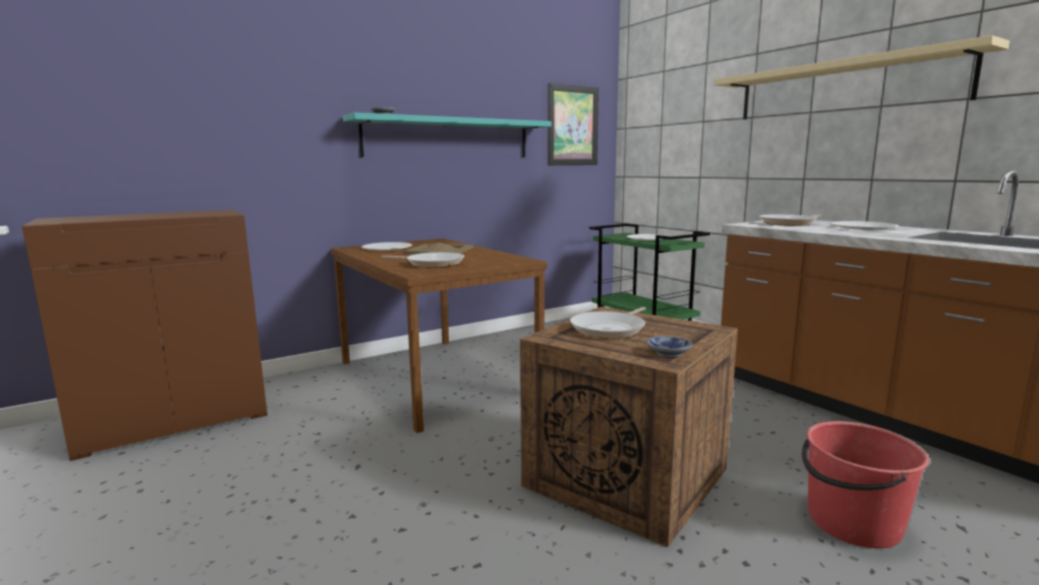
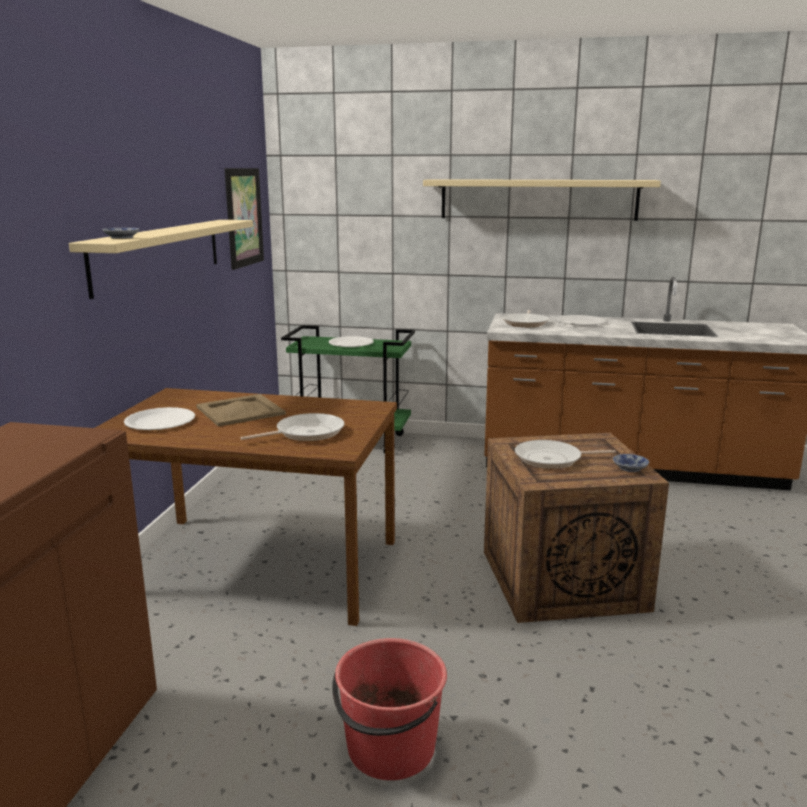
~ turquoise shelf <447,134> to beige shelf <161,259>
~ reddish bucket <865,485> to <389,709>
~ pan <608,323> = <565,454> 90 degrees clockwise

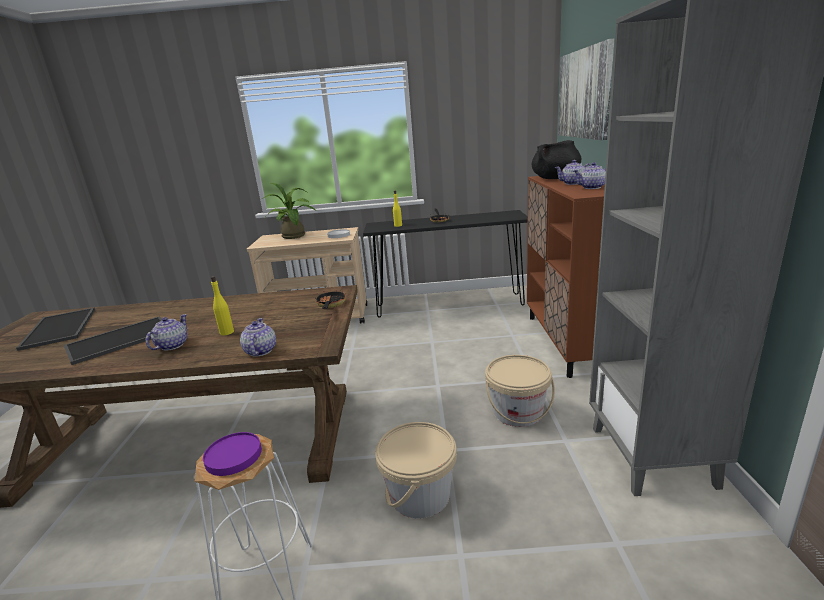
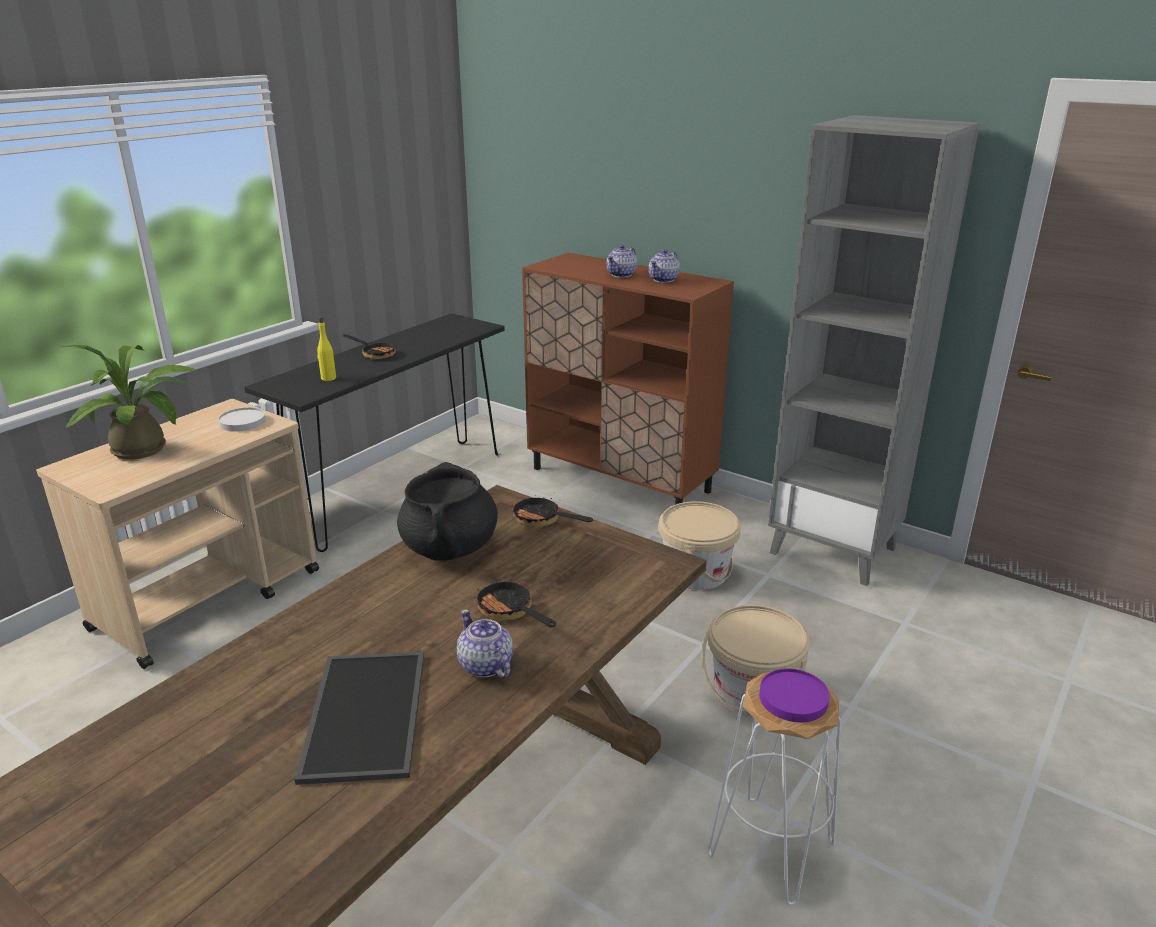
~ black-coloured saucepot <557,159> to <447,511>
~ yellow bottle <222,305> to pan <515,603>
- carrying tray <55,329>
- teapot <258,337>
- wall picture <586,89>

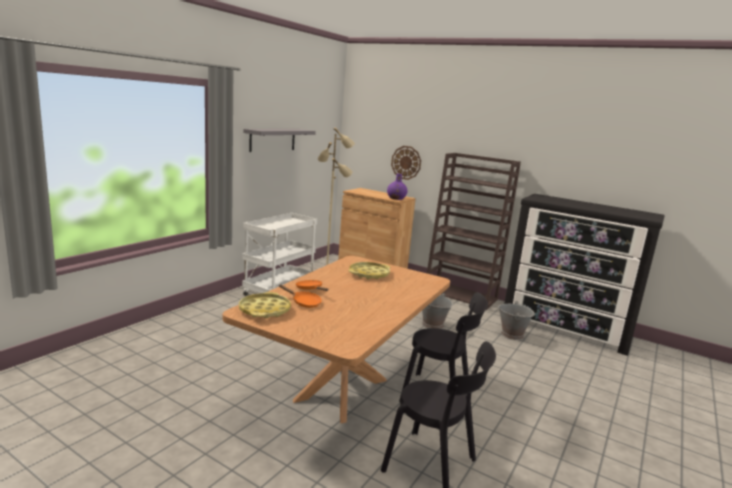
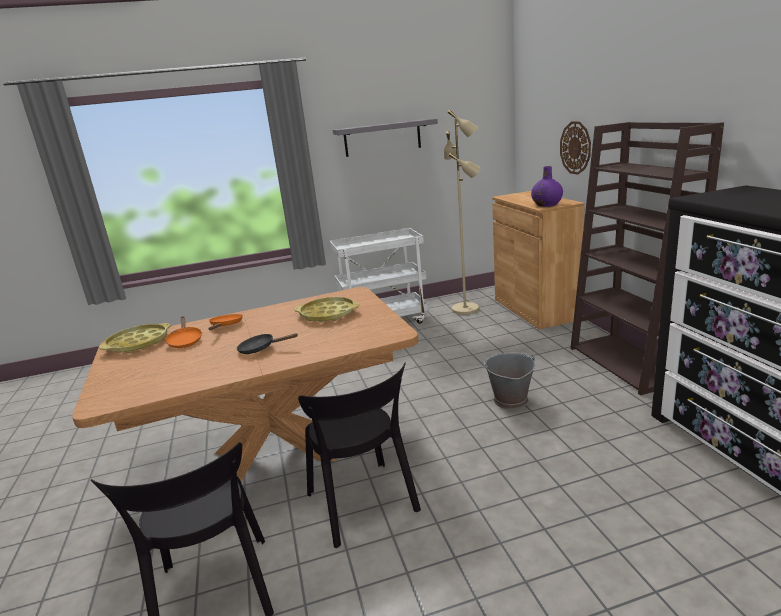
+ black-coloured pan <267,343>
- grey bucket <516,320>

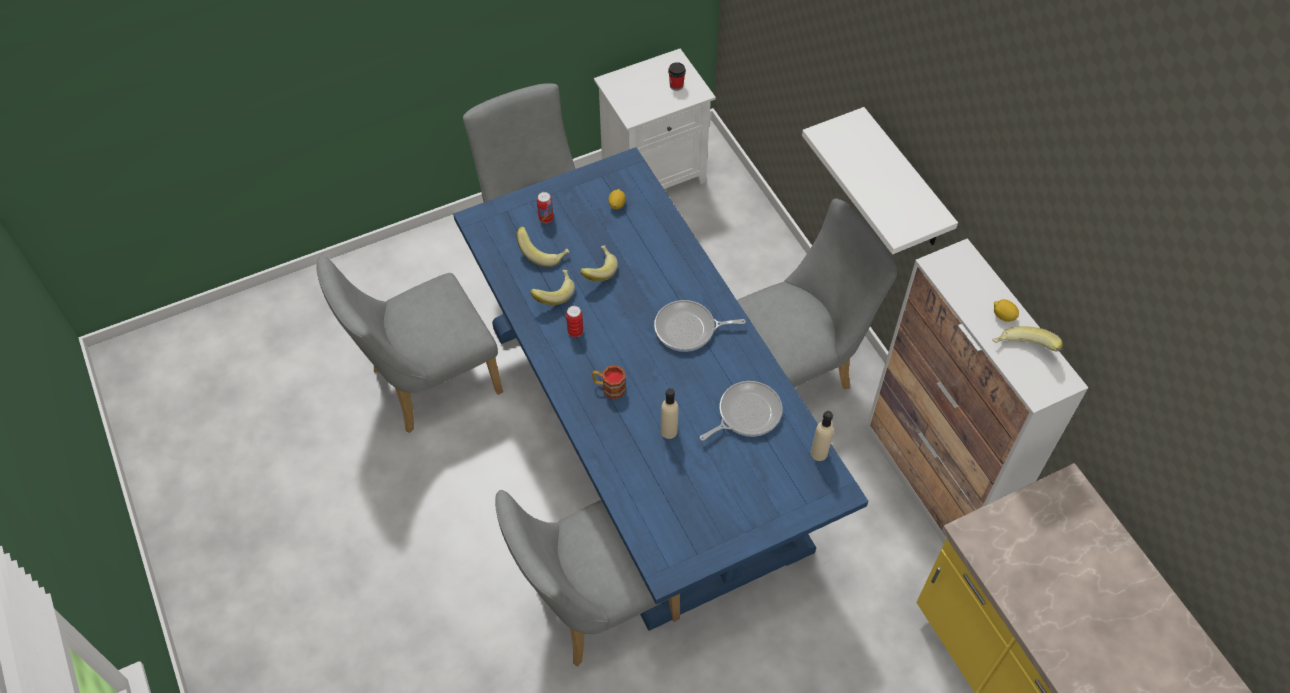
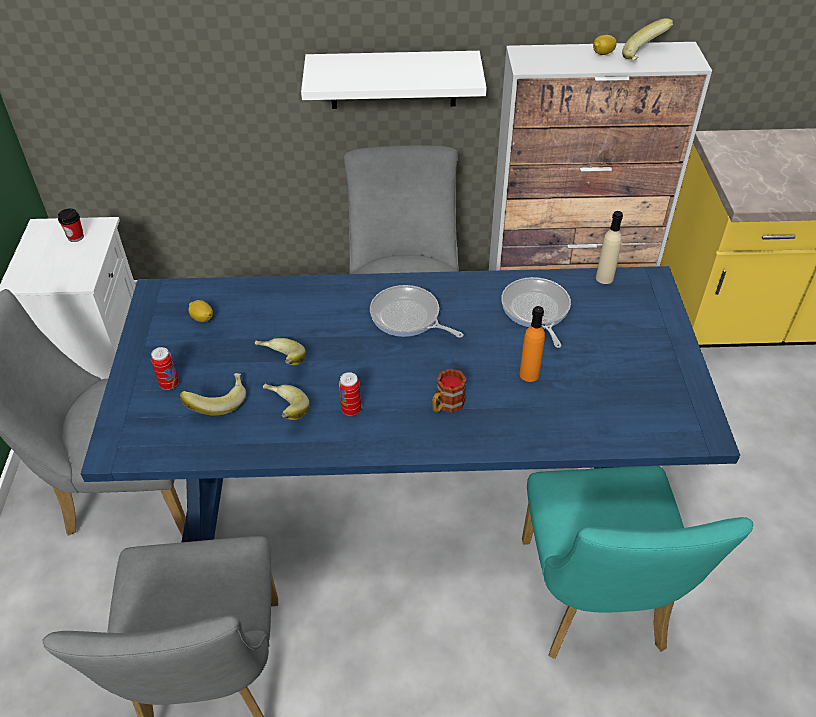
~ pan <700,326> = <417,311> 105 degrees clockwise
~ beige bottle <669,413> to orange bottle <532,344>
~ grey chair <587,578> to turquoise chair <637,562>

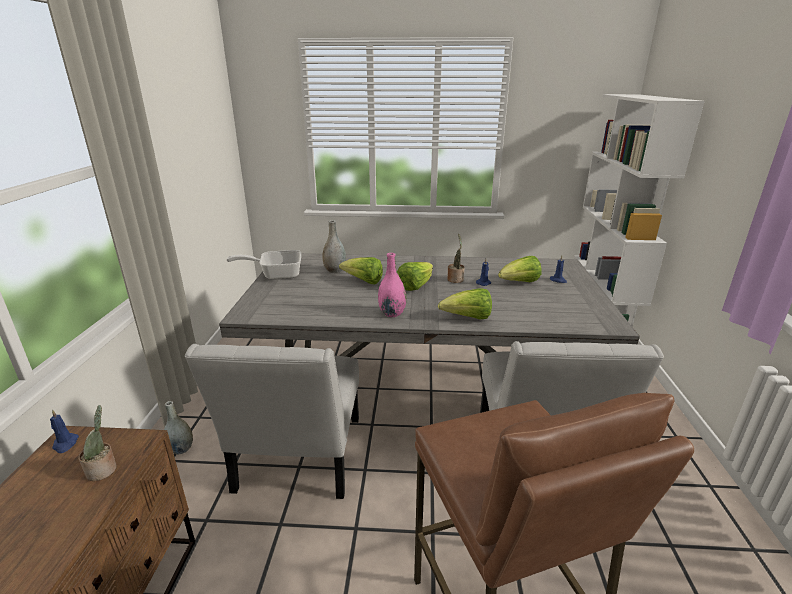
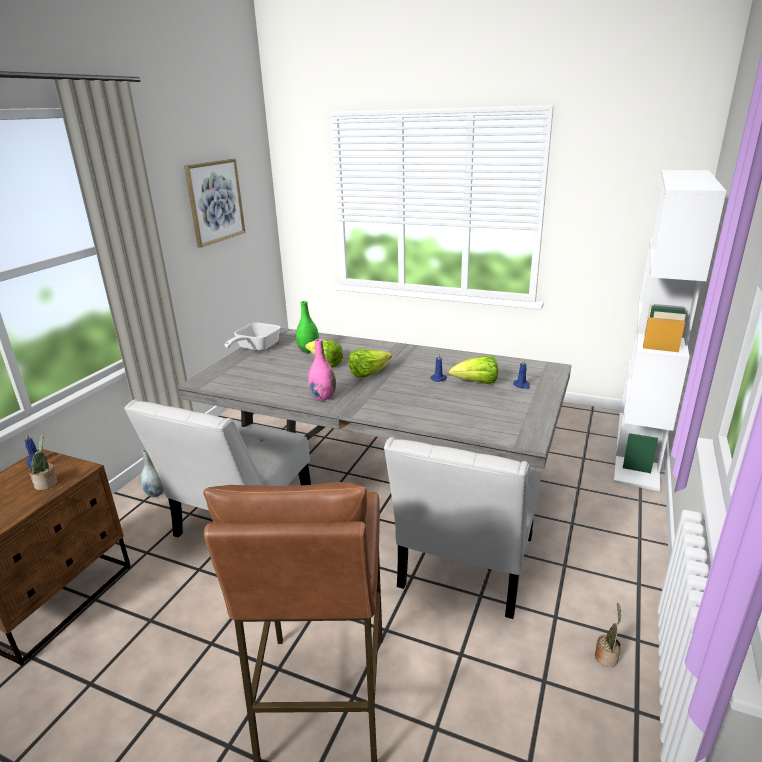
+ wall picture <215,203>
~ pan <263,265> = <252,337> 75 degrees counterclockwise
~ grey vase <334,246> to green vase <307,327>
~ plant in a pot <456,258> to <608,635>
- head of lettuce <465,304>

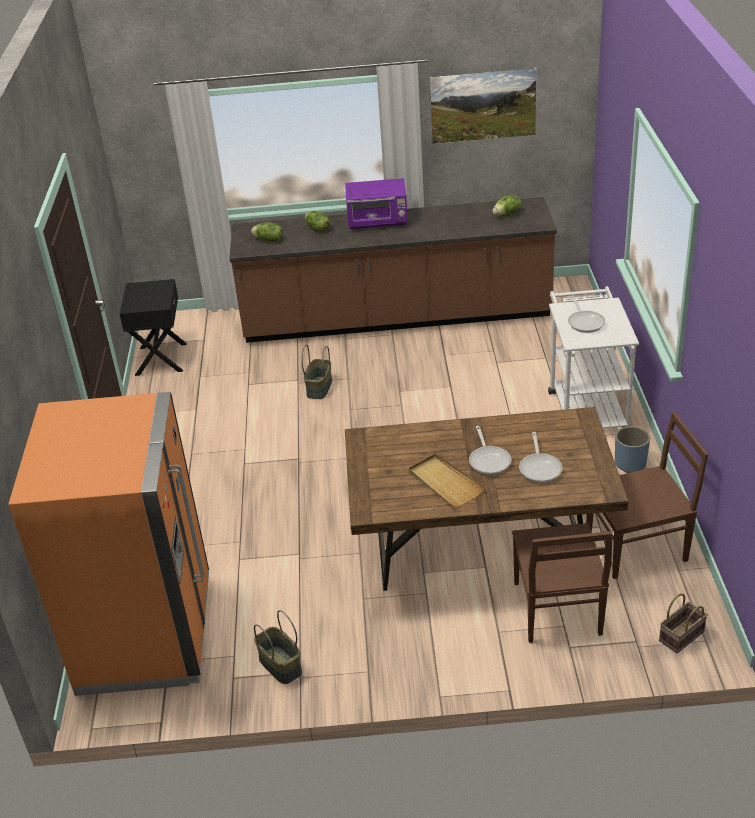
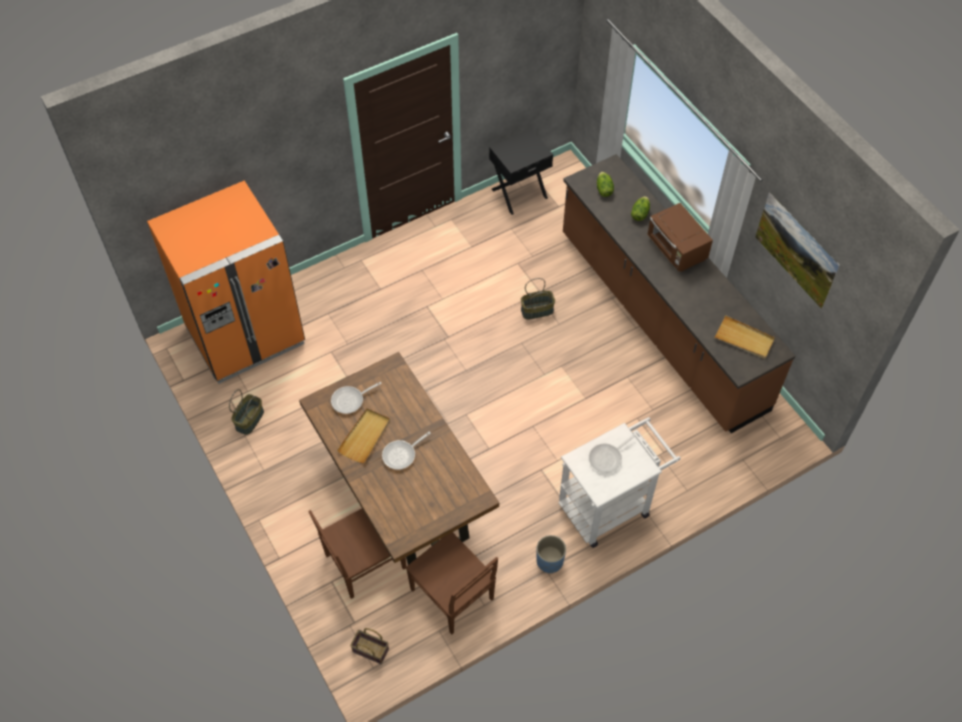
~ pan <540,457> to <356,398>
~ purple-coloured microwave oven <376,203> to brownish microwave oven <680,237>
~ head of lettuce <507,205> to beige carrying tray <744,337>

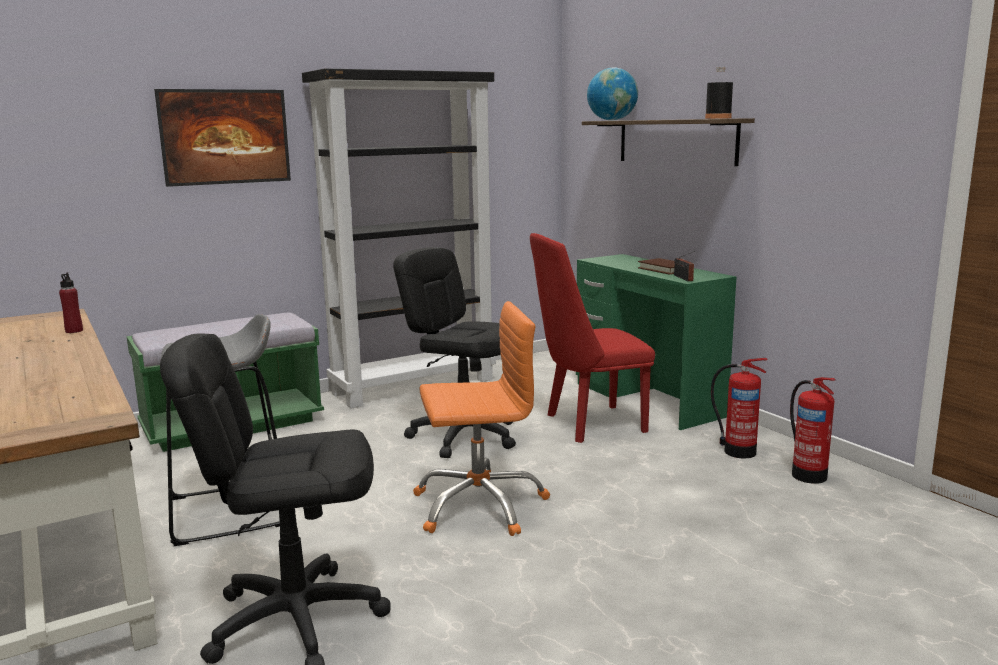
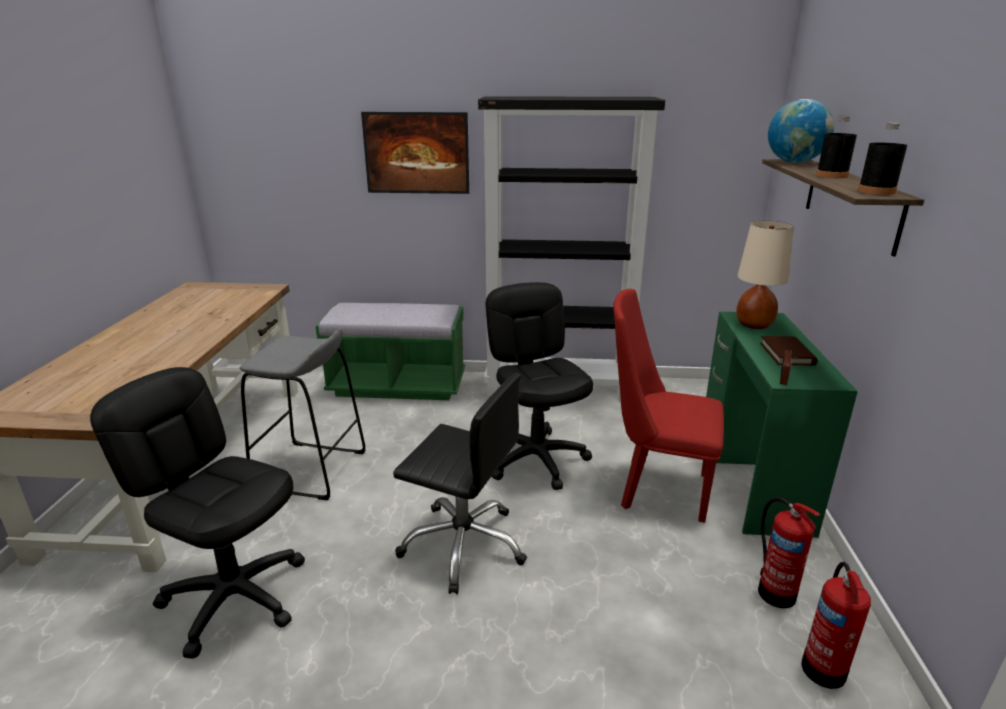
~ orange office chair <481,418> to black-coloured office chair <460,483>
+ beige tabletop lamp <765,274>
+ black-coloured bottle <836,147>
- reddish bottle <71,303>

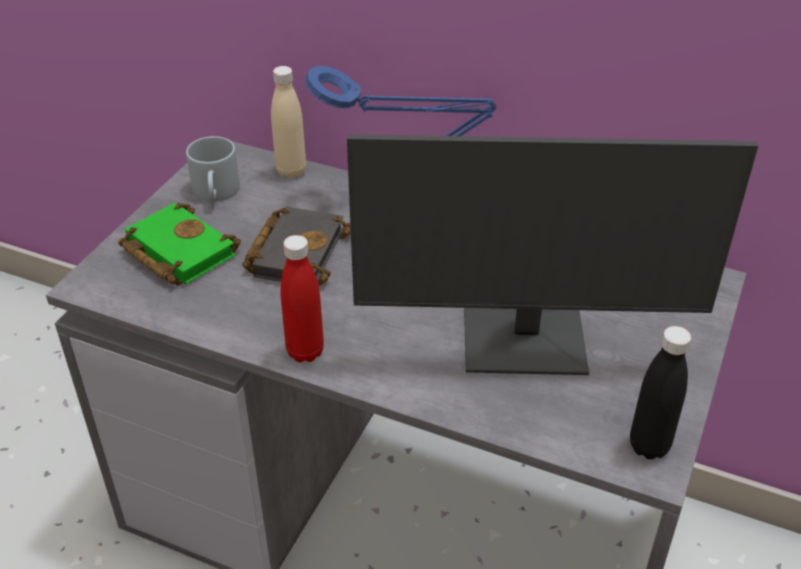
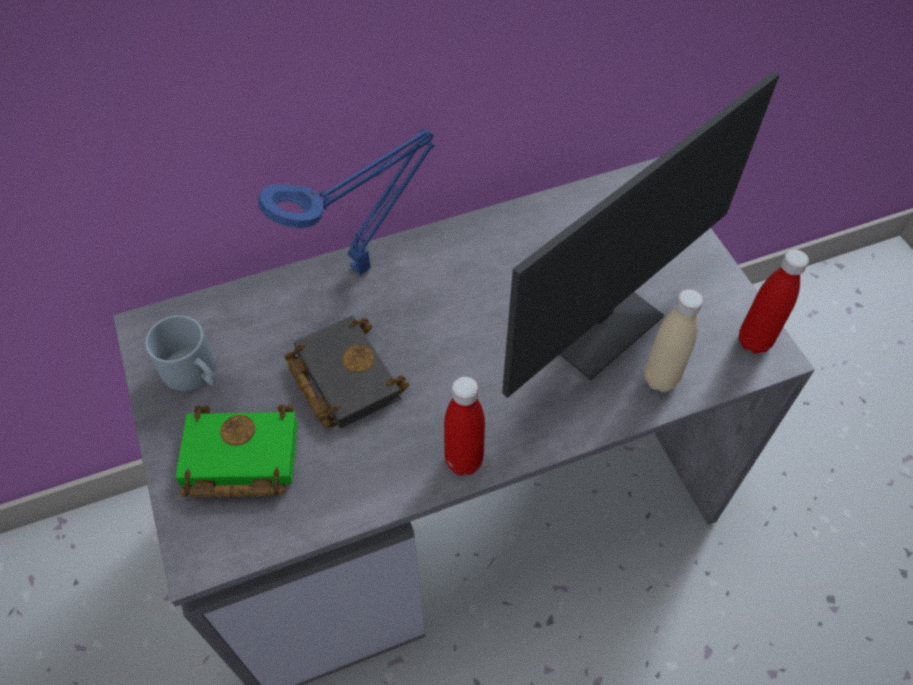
~ beige bottle <288,122> to <673,340>
~ black-coloured bottle <660,392> to reddish bottle <774,301>

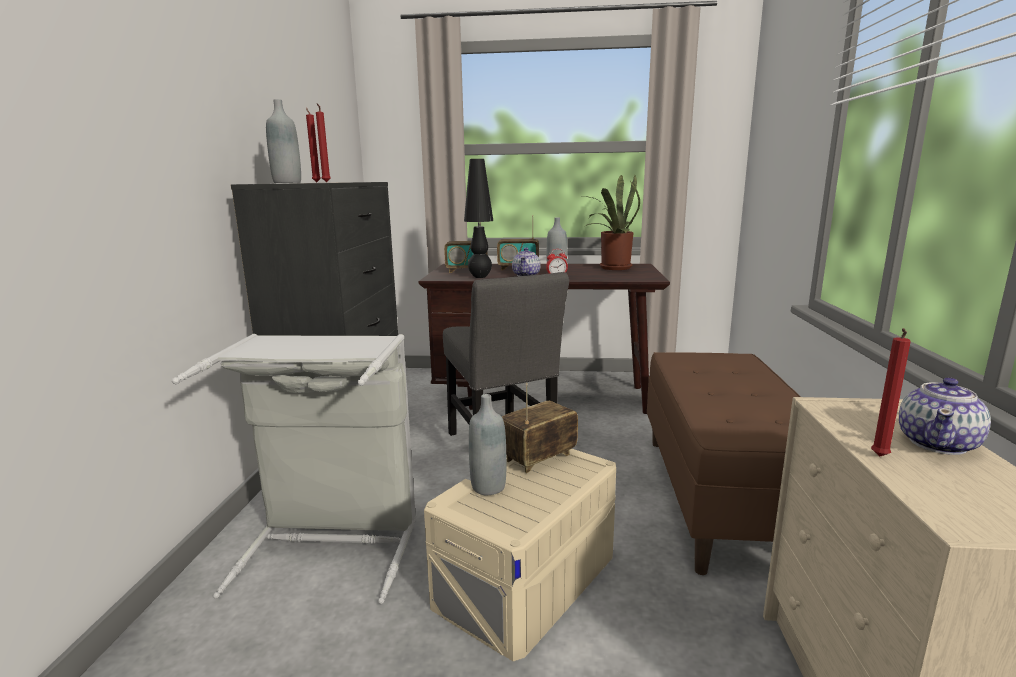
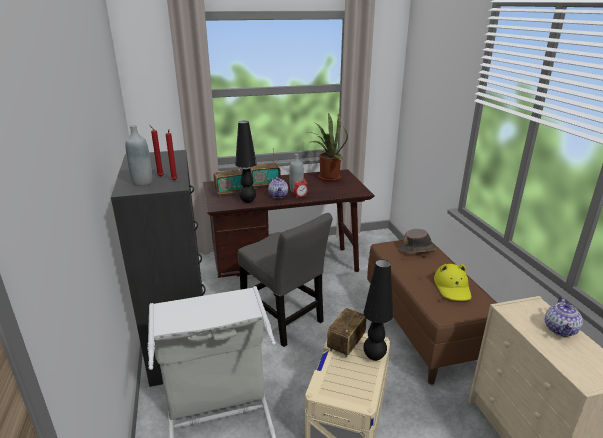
+ black-coloured tabletop lamp <378,310>
+ brownish clothing hat <417,241>
+ yellow clothing hat <452,282>
- grey bottle <487,444>
- reddish candle <891,392>

